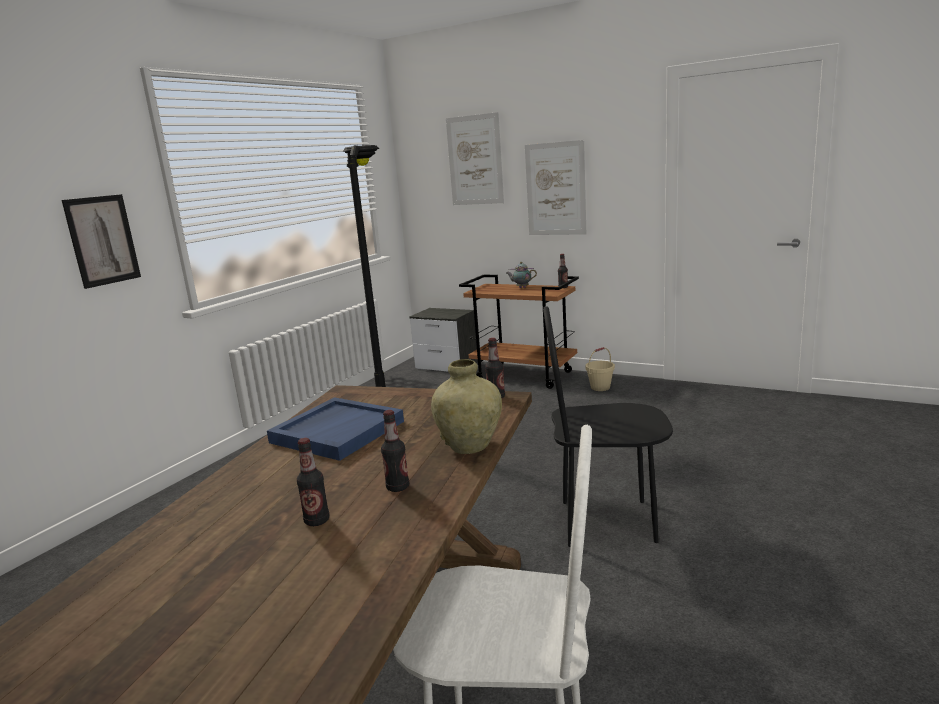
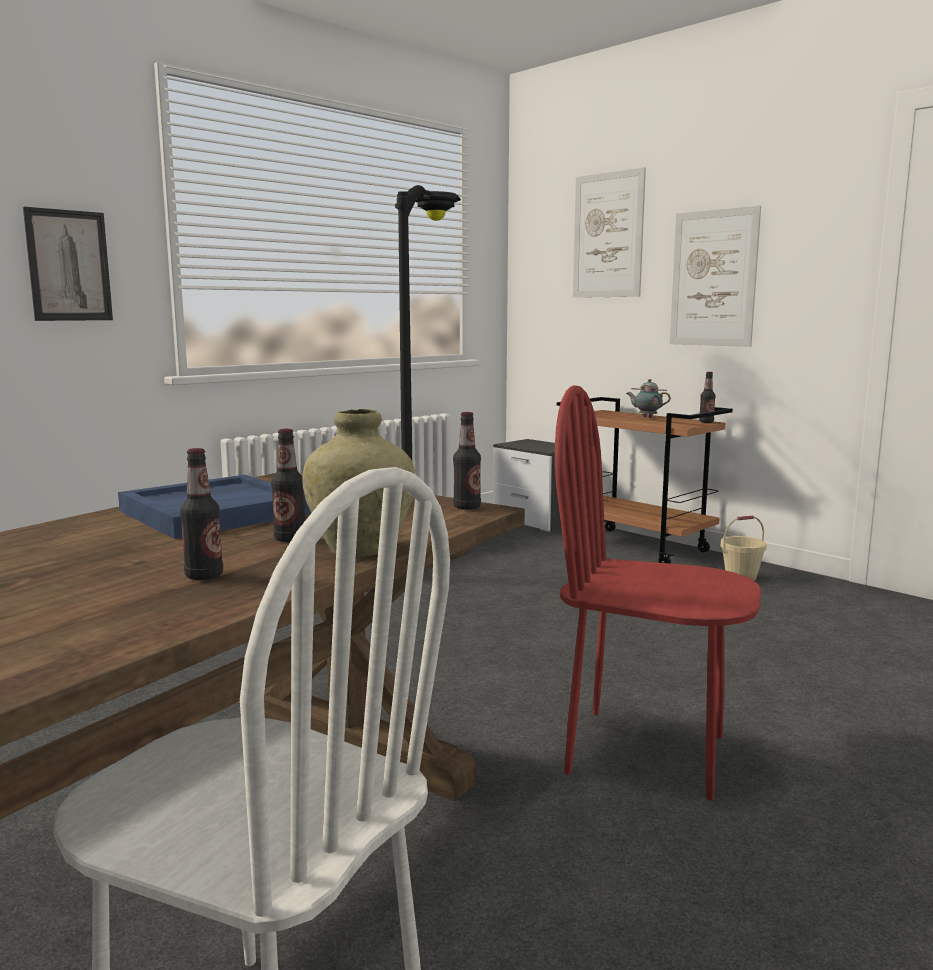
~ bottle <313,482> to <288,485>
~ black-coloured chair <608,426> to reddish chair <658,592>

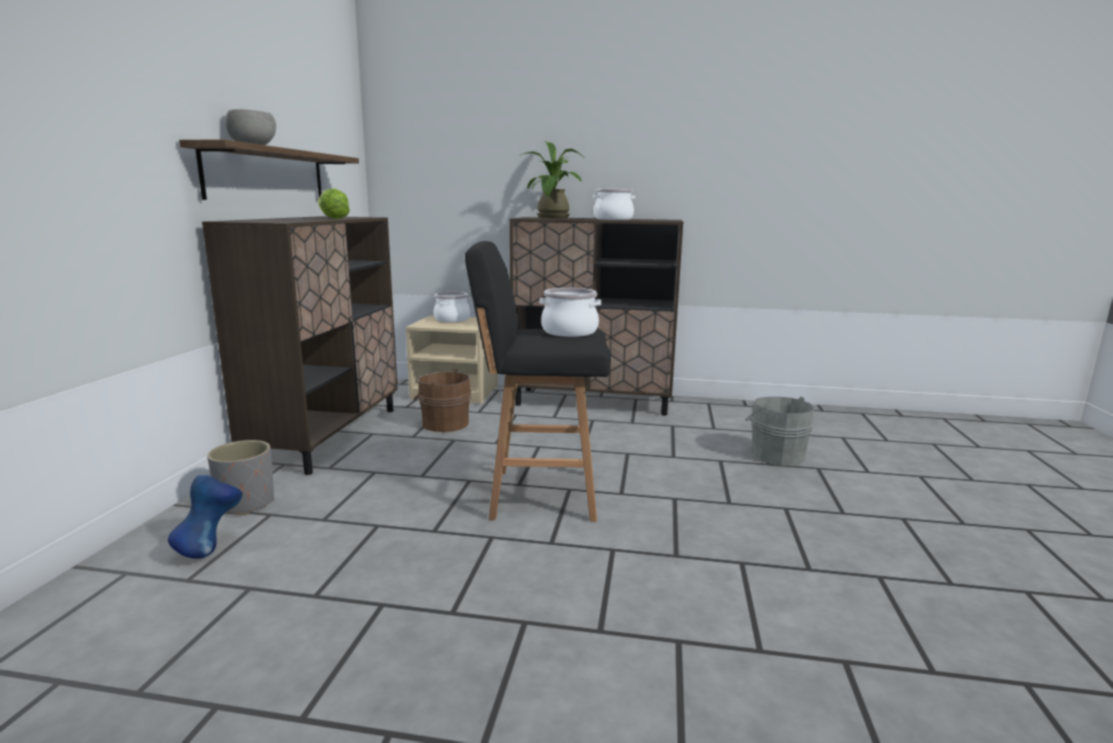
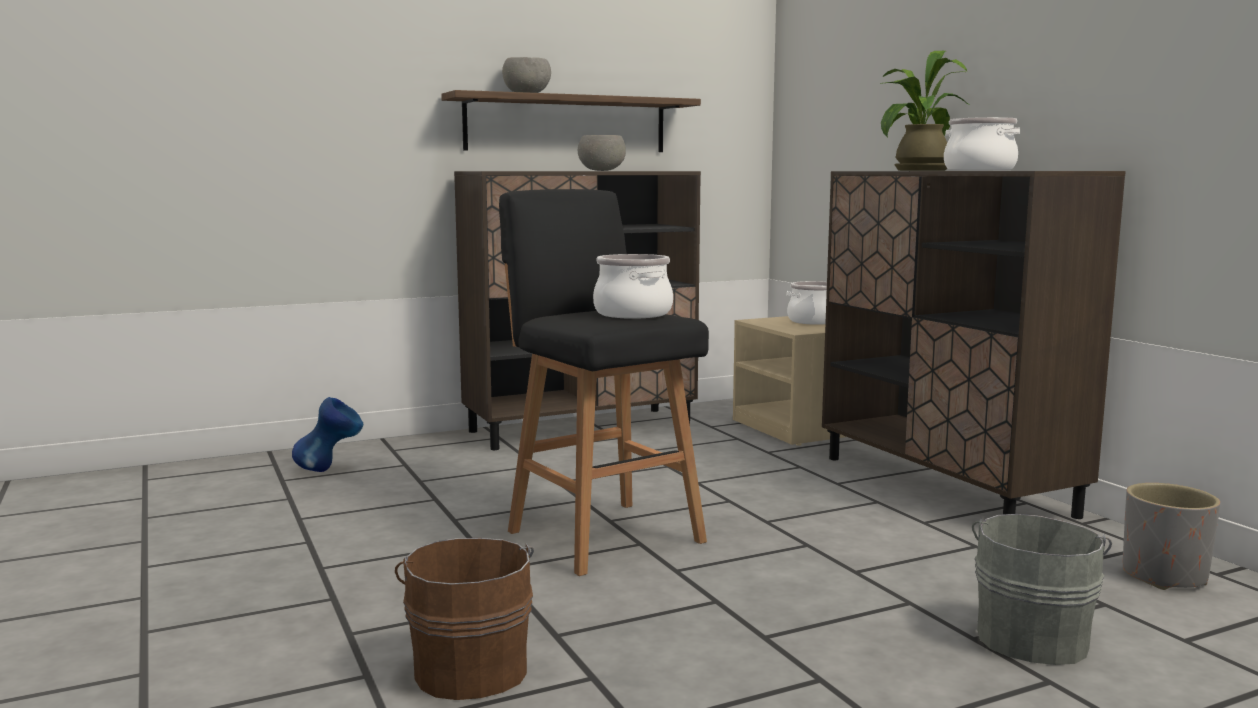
~ brownish bucket <442,400> to <464,619>
~ head of lettuce <334,204> to grey deep dish <602,153>
~ grey flower pot <240,478> to <1171,536>

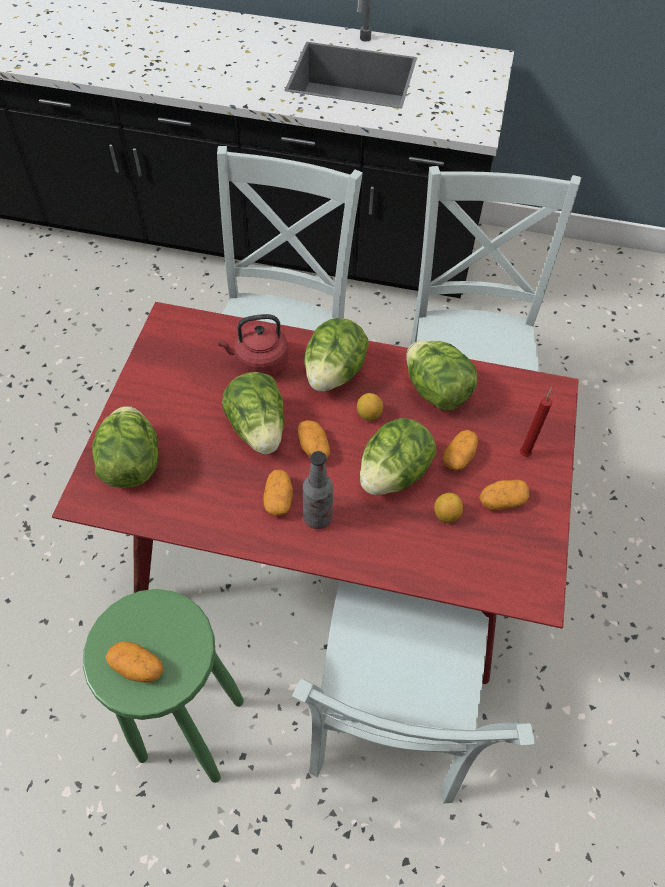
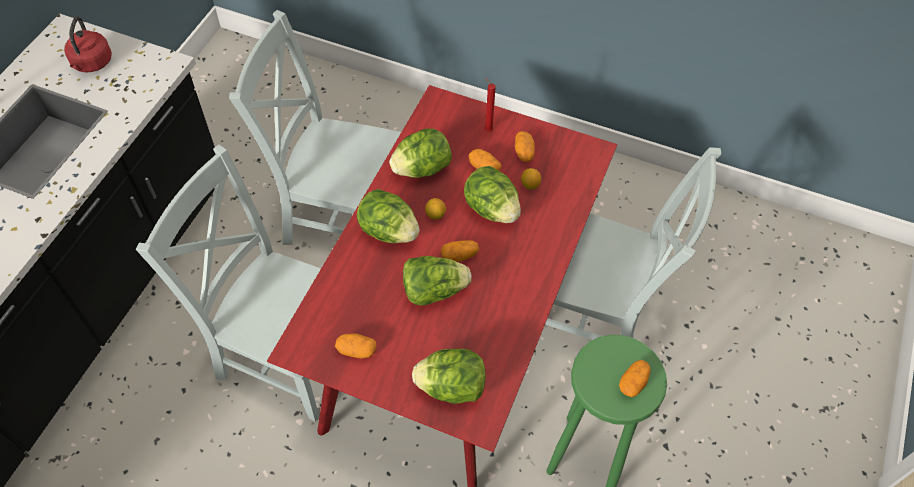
~ reddish tea kettle <252,345> to <88,44>
~ potato <278,493> to <355,345>
- bottle <318,490>

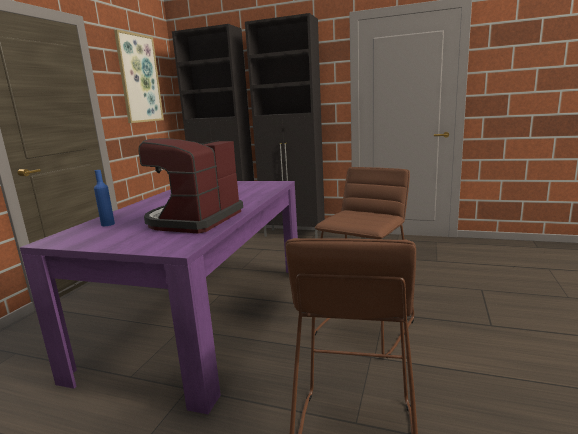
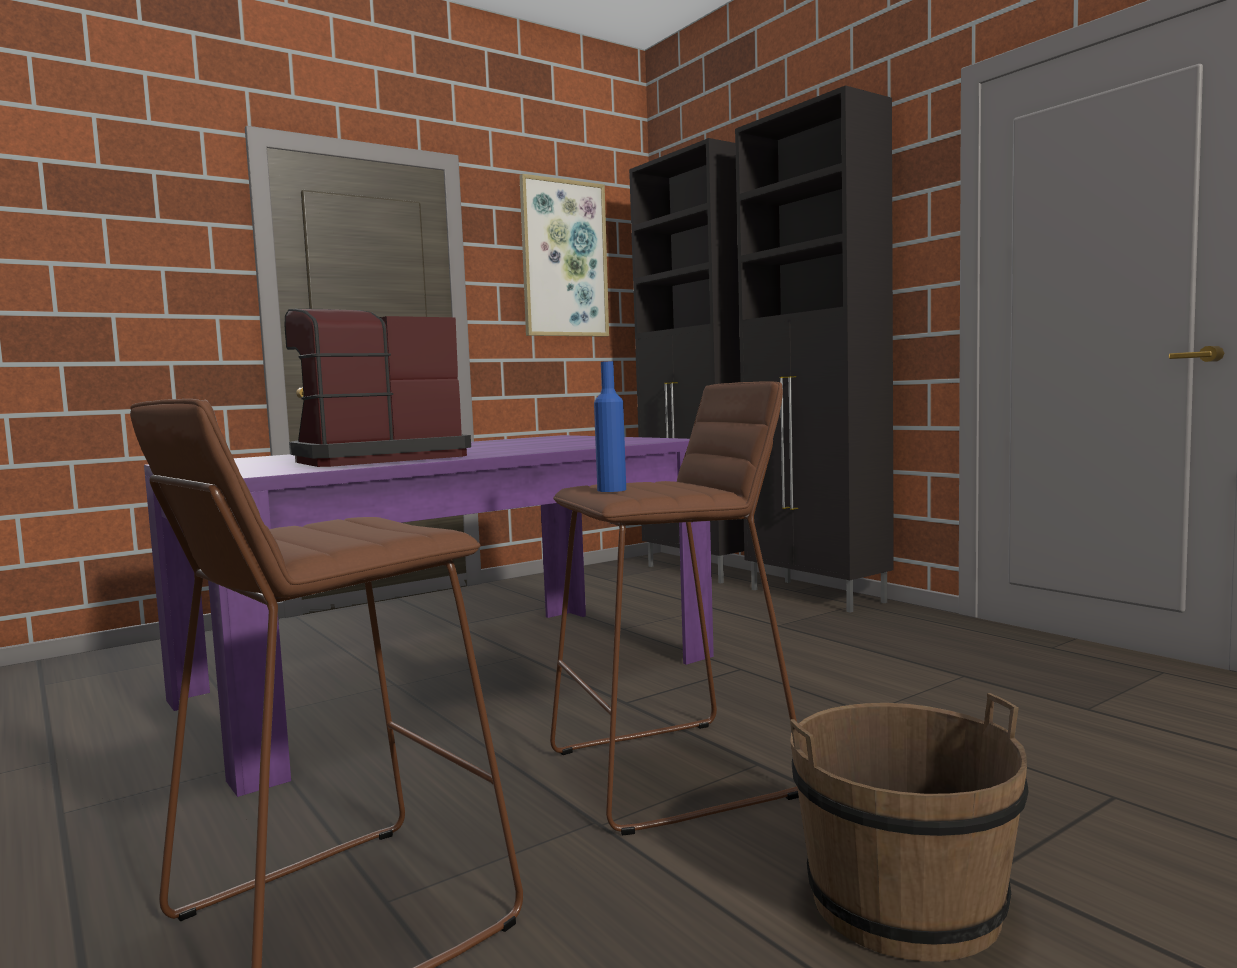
~ blue-coloured bottle <104,198> to <610,426>
+ brownish bucket <909,827>

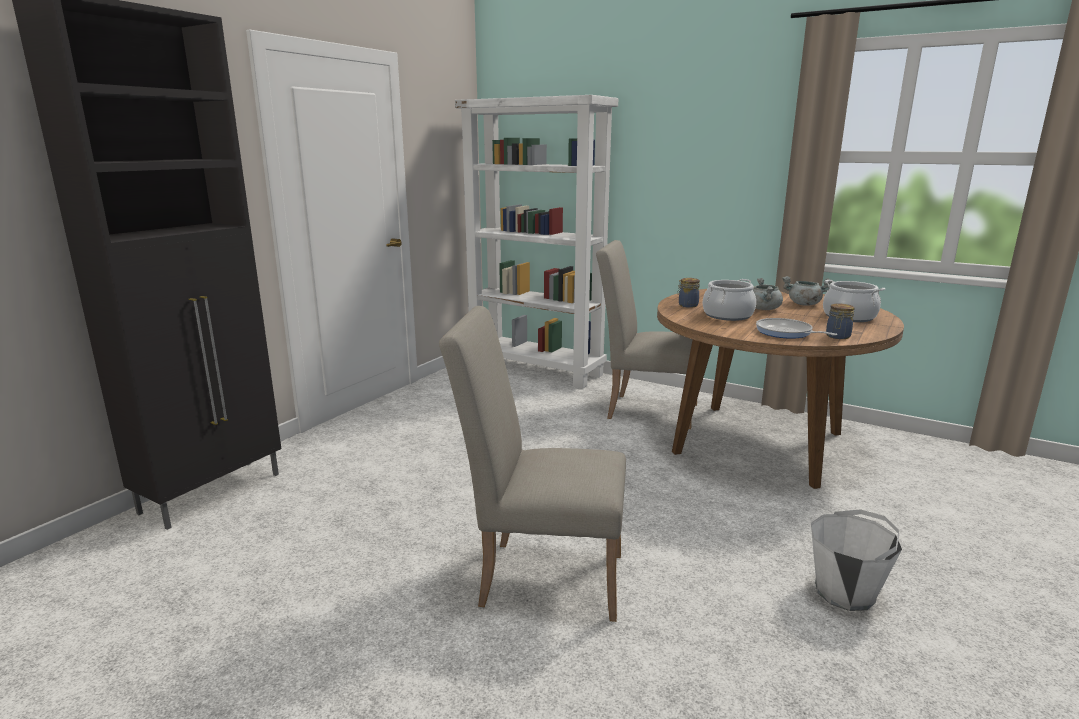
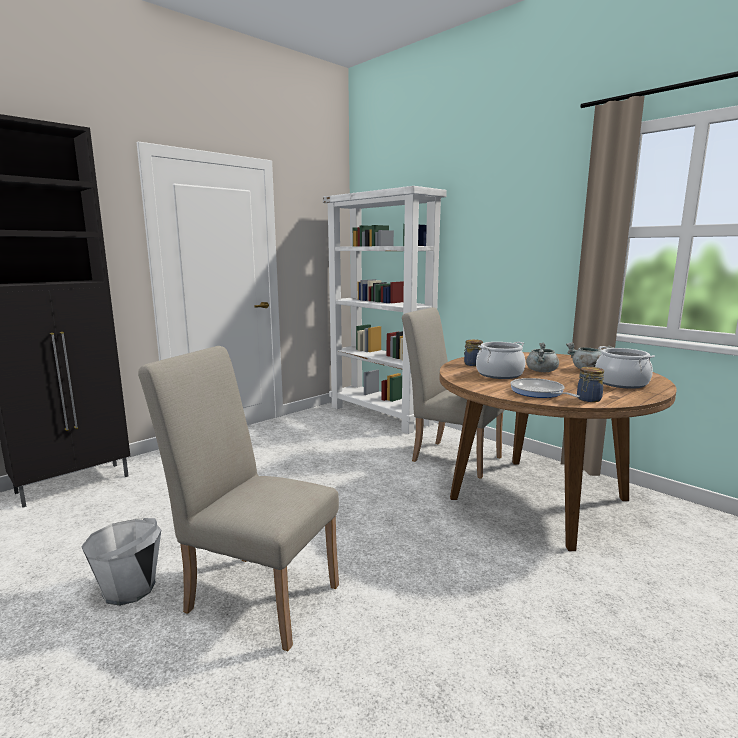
~ white bucket <856,560> to <121,562>

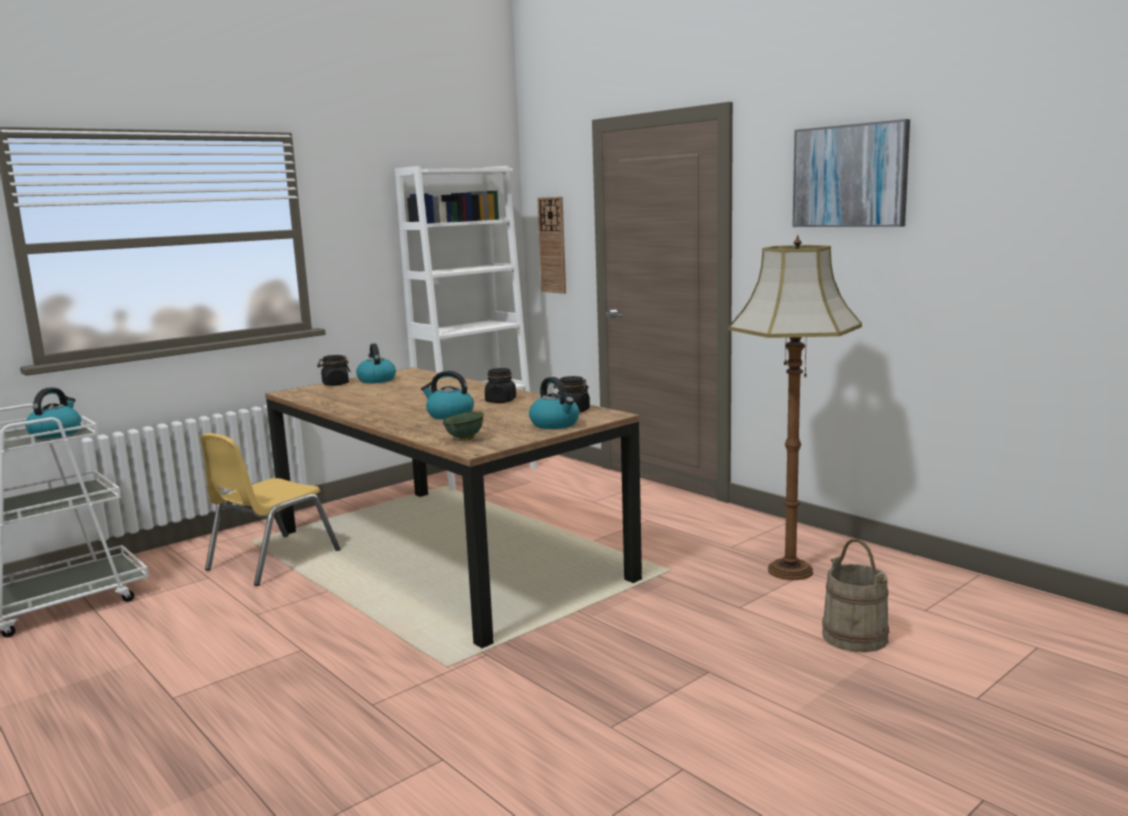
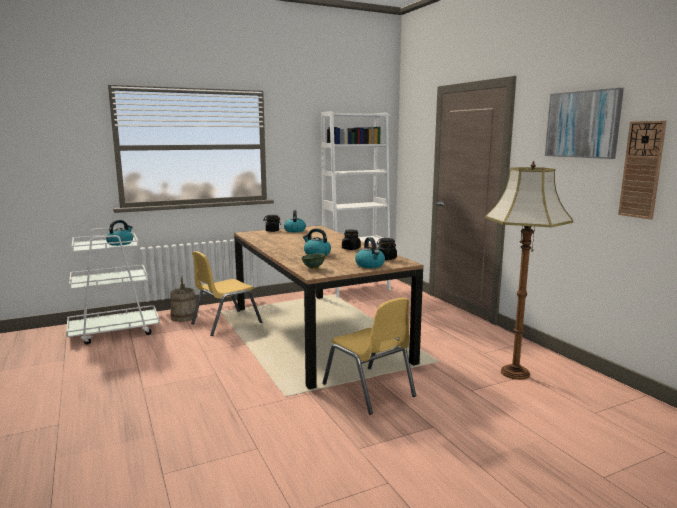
~ beige bucket <855,595> to <184,299>
+ yellow chair <369,356>
~ clock on the wall <551,245> to <642,170>

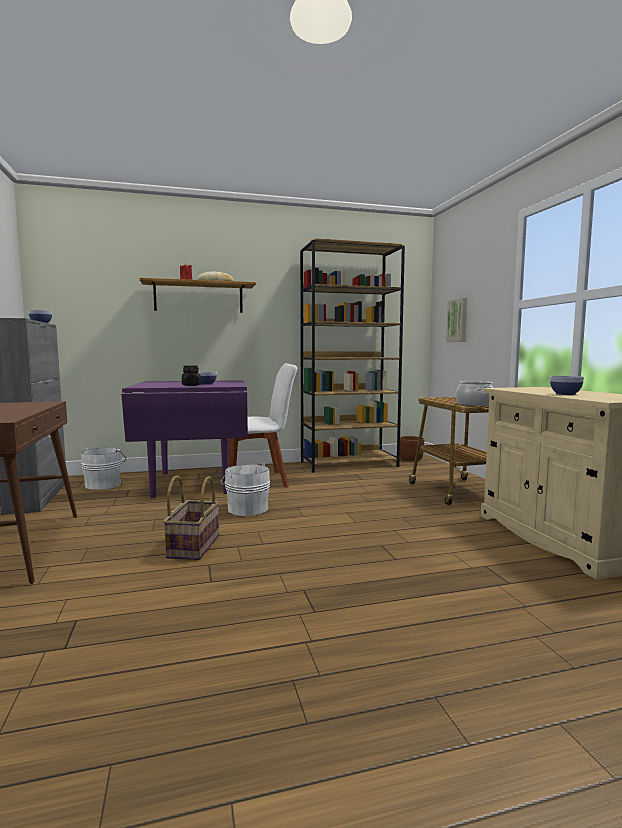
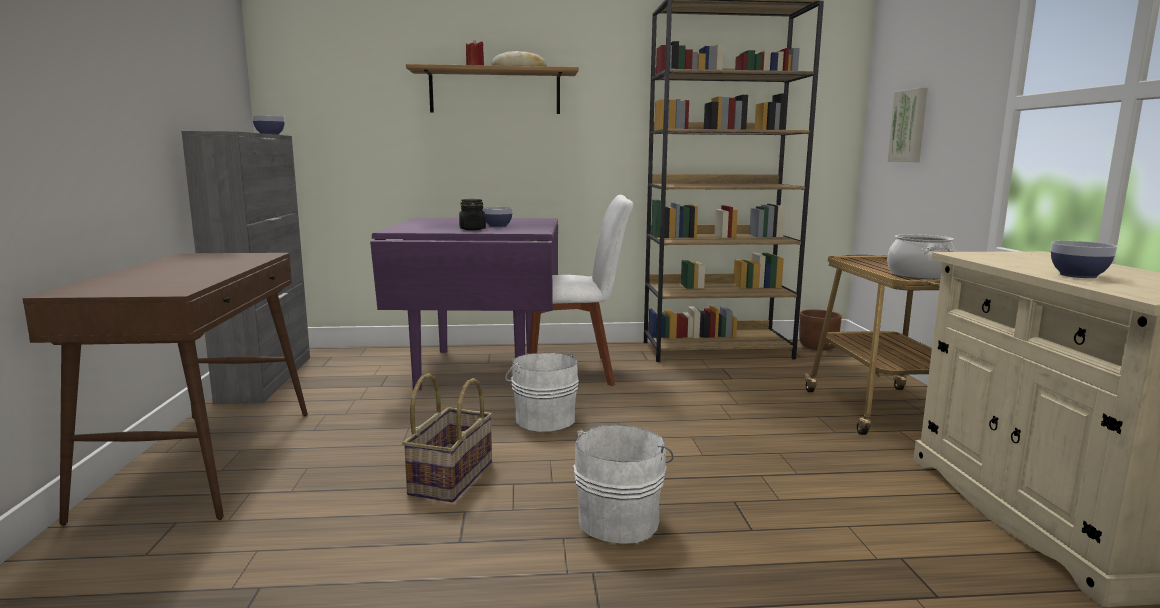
~ white bucket <103,468> to <623,484>

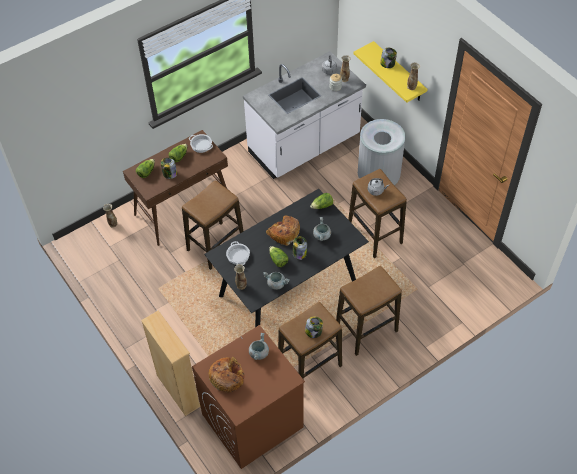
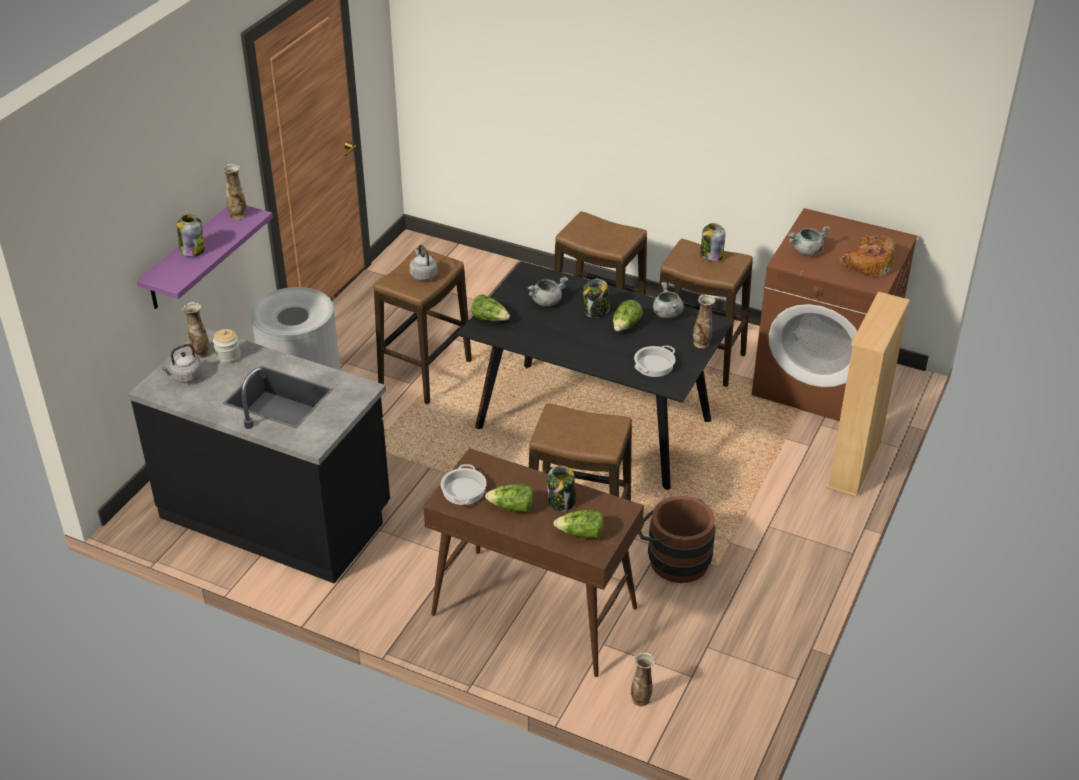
~ white counter <304,115> to black-coloured counter <259,455>
~ yellow shelf <390,72> to purple-coloured shelf <204,257>
+ brownish bucket <677,539>
- baked bread <283,231>

